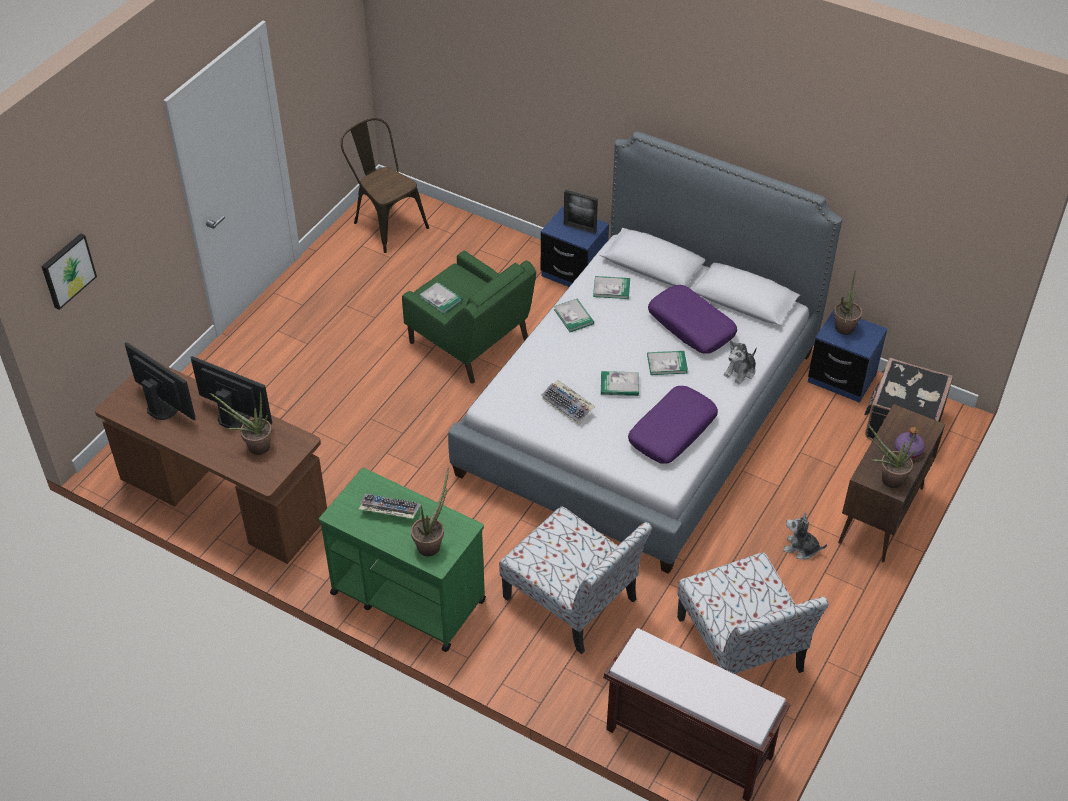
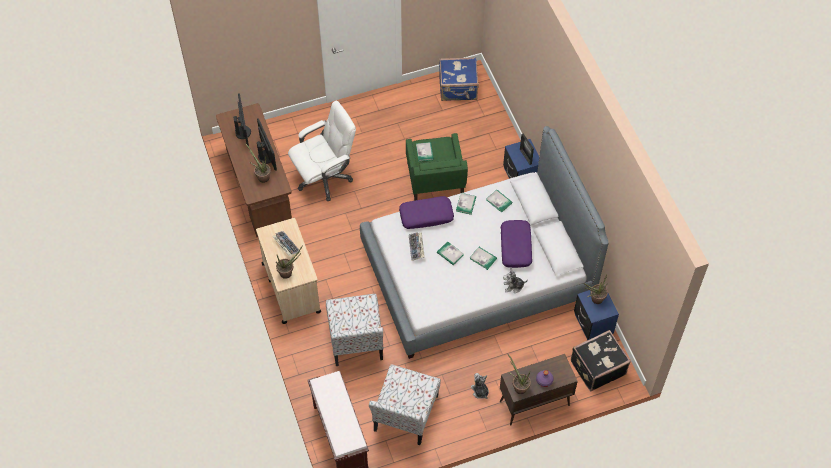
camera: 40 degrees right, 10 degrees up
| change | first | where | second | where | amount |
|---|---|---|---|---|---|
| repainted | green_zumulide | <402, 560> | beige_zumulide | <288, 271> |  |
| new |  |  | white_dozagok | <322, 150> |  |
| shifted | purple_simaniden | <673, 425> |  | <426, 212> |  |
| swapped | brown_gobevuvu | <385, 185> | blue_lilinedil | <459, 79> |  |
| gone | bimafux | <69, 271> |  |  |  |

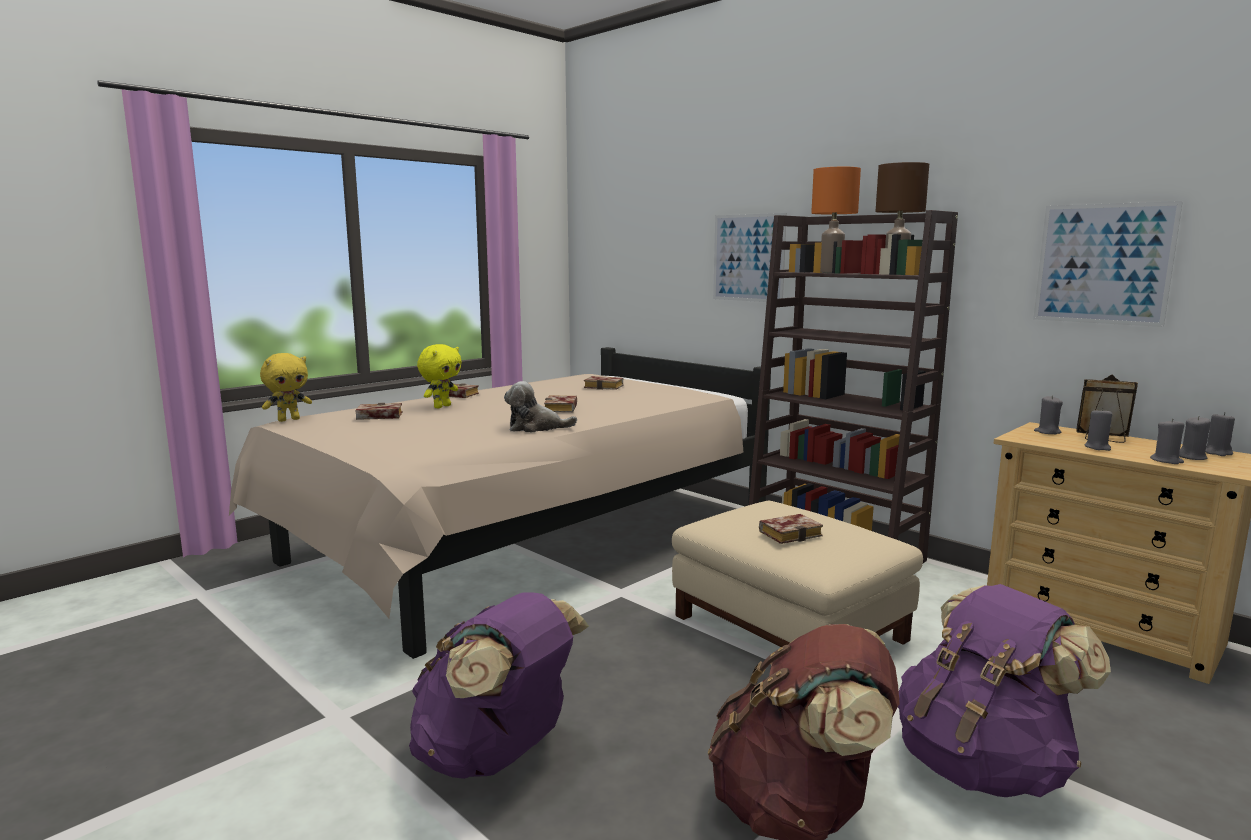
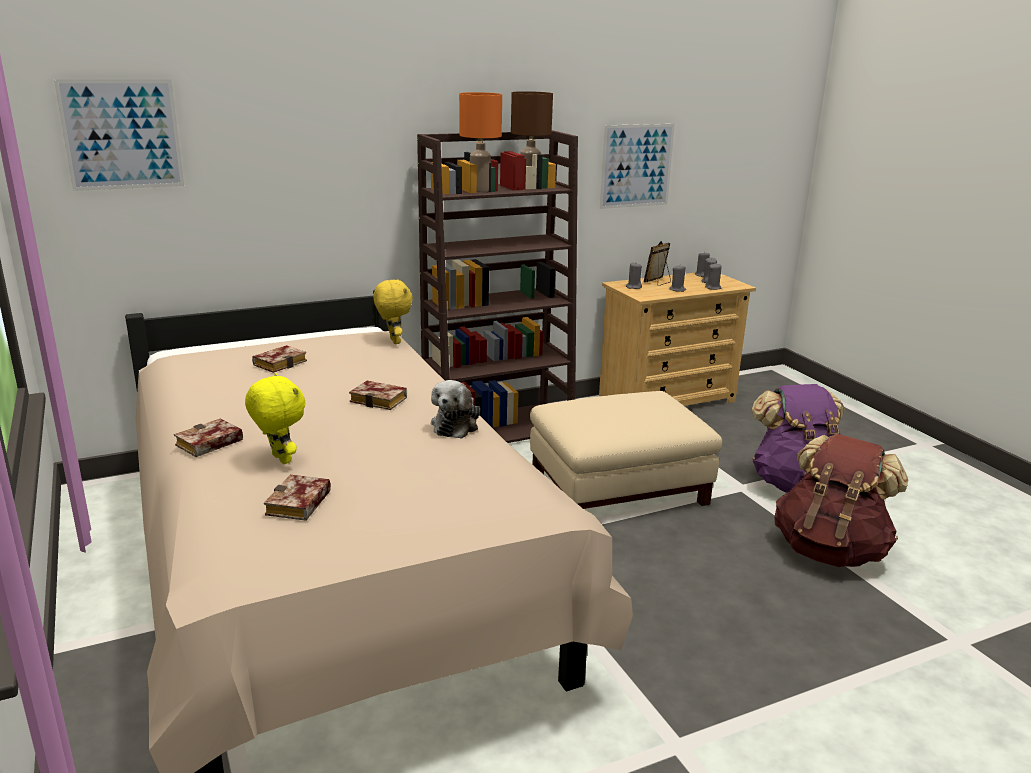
camera: 70 degrees left, 10 degrees up
| change | first | where | second | where | amount |
|---|---|---|---|---|---|
| shifted | bimafux | <750, 257> |  | <119, 135> |  |
| shifted | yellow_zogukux | <286, 387> |  | <393, 311> |  |
| gone | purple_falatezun | <499, 685> |  |  |  |
| gone | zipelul | <791, 529> |  |  |  |

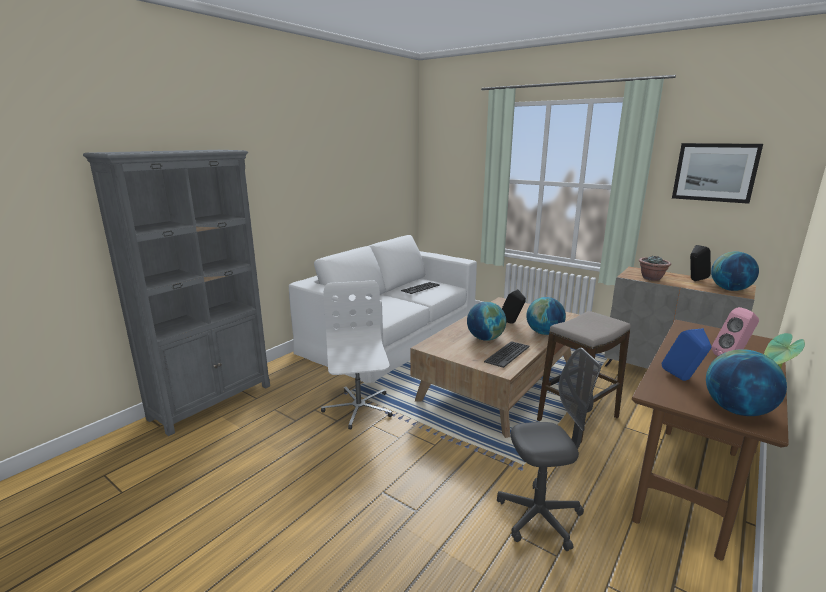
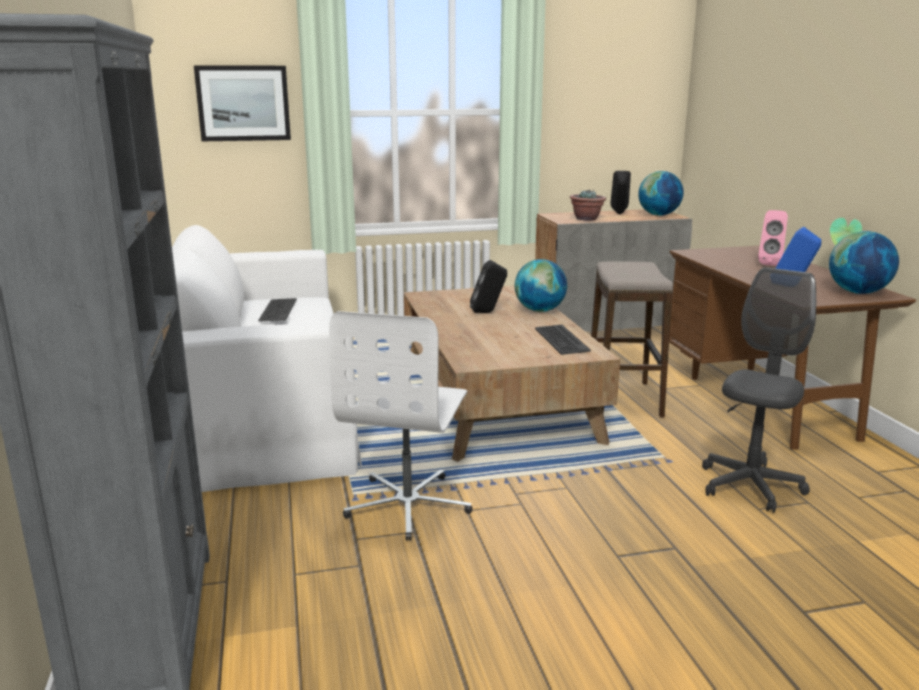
camera: 50 degrees left, 0 degrees up
| change | first | where | second | where | amount |
|---|---|---|---|---|---|
| shifted | bimafux | <717, 173> |  | <242, 103> |  |
| rotated | white_dozagok | <357, 354> |  | <401, 426> | 105 degrees counterclockwise |
| gone | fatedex | <486, 321> |  |  |  |

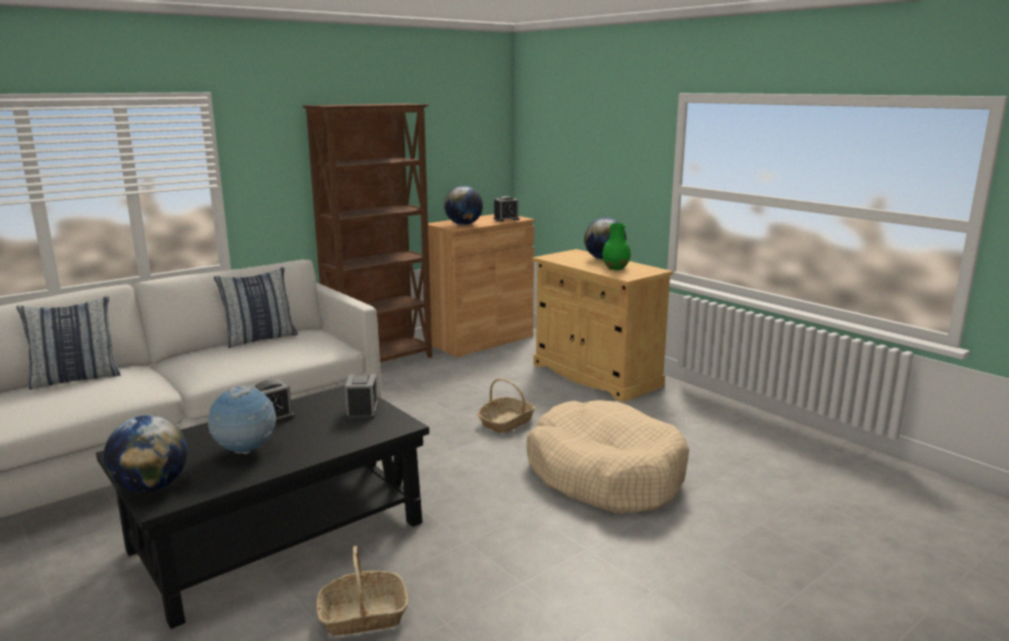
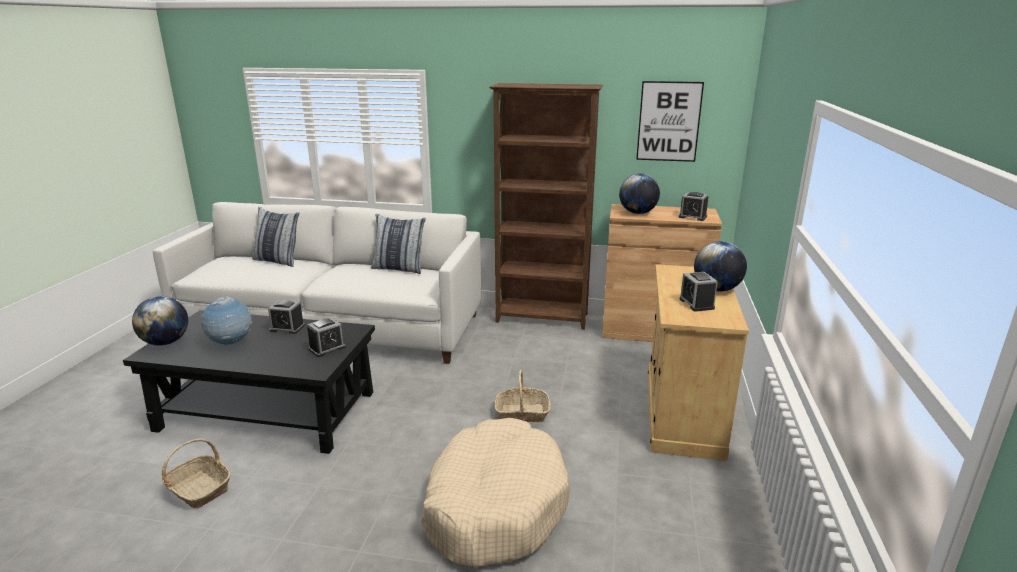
camera: 50 degrees right, 5 degrees up
| change | first | where | second | where | amount |
|---|---|---|---|---|---|
| new |  |  | bimafux | <670, 121> |  |
| swapped | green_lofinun | <616, 246> | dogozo | <699, 291> |  |

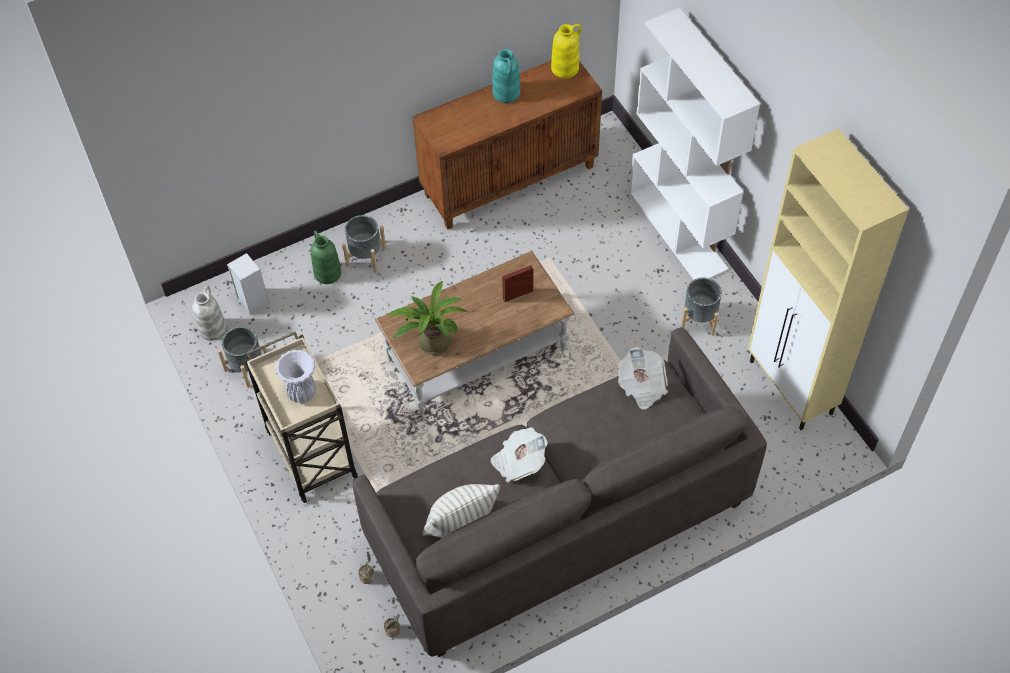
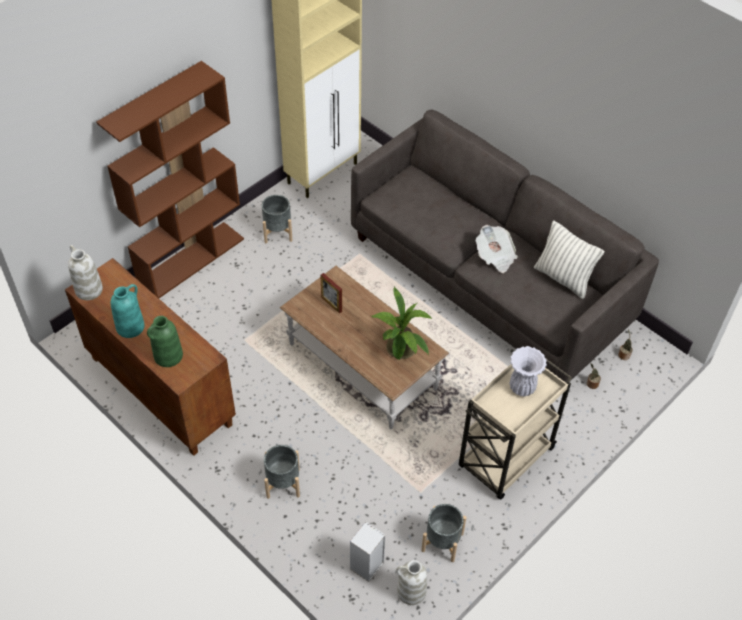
camera: 110 degrees left, 5 degrees down
| change | first | where | second | where | amount |
|---|---|---|---|---|---|
| repainted | yellow_lofinun | <566, 51> | white_lofinun | <85, 272> |  |
| repainted | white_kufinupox | <694, 144> | brown_kufinupox | <170, 179> |  |
| shifted | green_lofinun | <326, 257> |  | <165, 341> |  |
| gone | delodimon | <643, 378> |  |  |  |

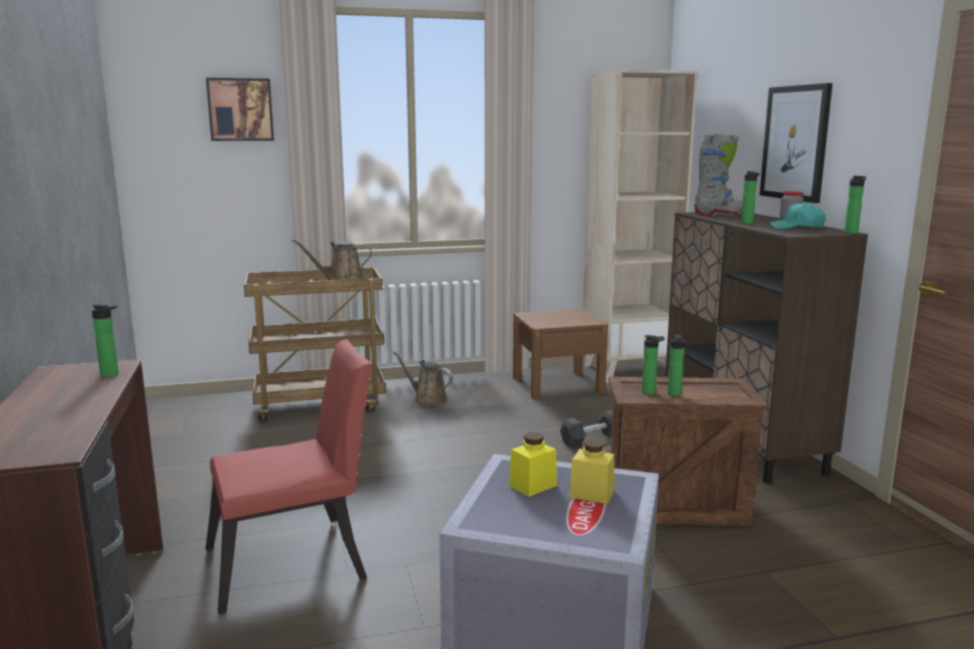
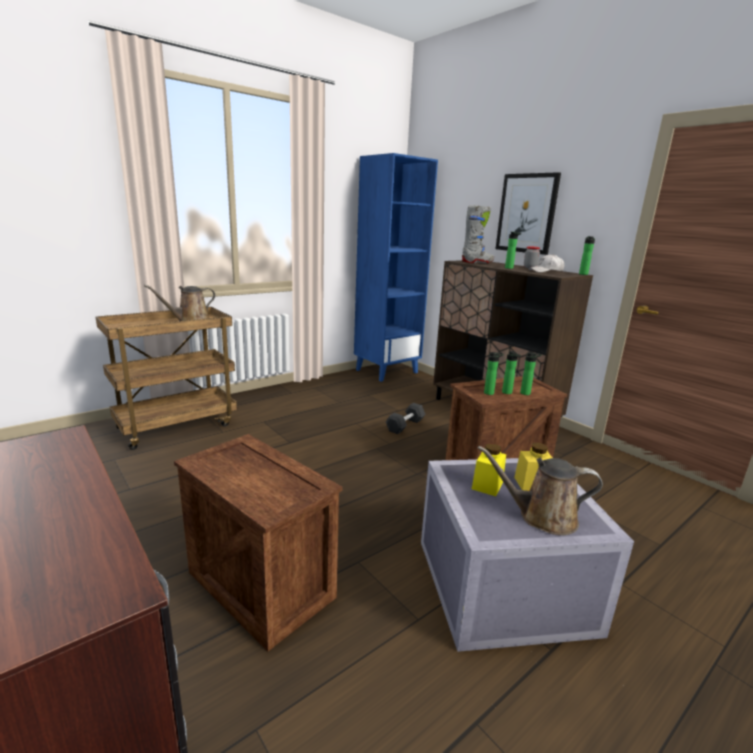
camera: 25 degrees left, 5 degrees up
| change | first | where | second | where | amount |
|---|---|---|---|---|---|
| swapped | red_gobevuvu | <289, 476> | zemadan | <258, 542> |  |
| repainted | beige_kufinupox | <640, 226> | blue_kufinupox | <396, 267> |  |
| shifted | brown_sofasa | <423, 378> |  | <540, 490> |  |
| shifted | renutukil | <105, 340> |  | <530, 373> |  |
| repainted | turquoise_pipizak | <797, 215> | white_pipizak | <546, 263> |  |
| gone | bimafux | <240, 109> |  |  |  |
| gone | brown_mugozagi | <560, 354> |  |  |  |

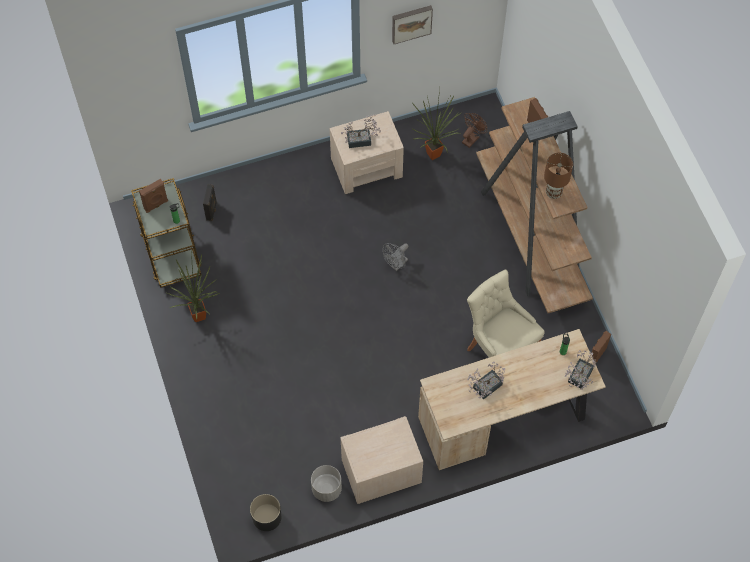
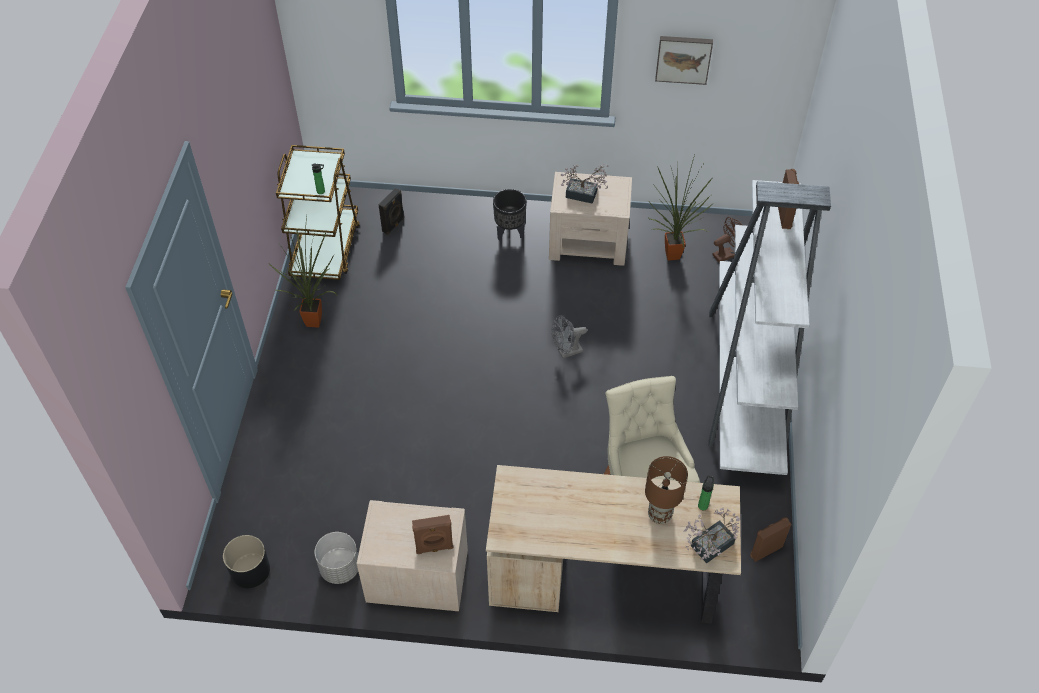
camera: 25 degrees right, 10 degrees down
| change | first | where | second | where | amount |
|---|---|---|---|---|---|
| shifted | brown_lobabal | <153, 196> |  | <433, 534> |  |
| new |  |  | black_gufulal | <510, 215> |  |
| shifted | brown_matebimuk | <558, 176> |  | <666, 490> |  |
| repainted | brown_kufinupox | <534, 205> | white_kufinupox | <770, 327> |  |
| gone | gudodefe | <486, 380> |  |  |  |

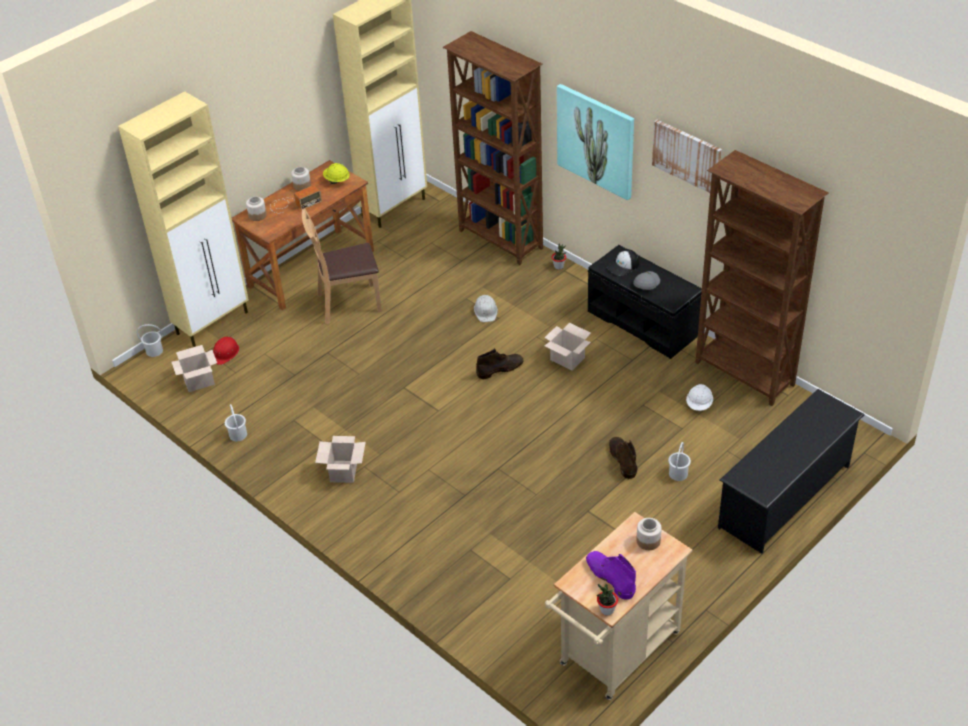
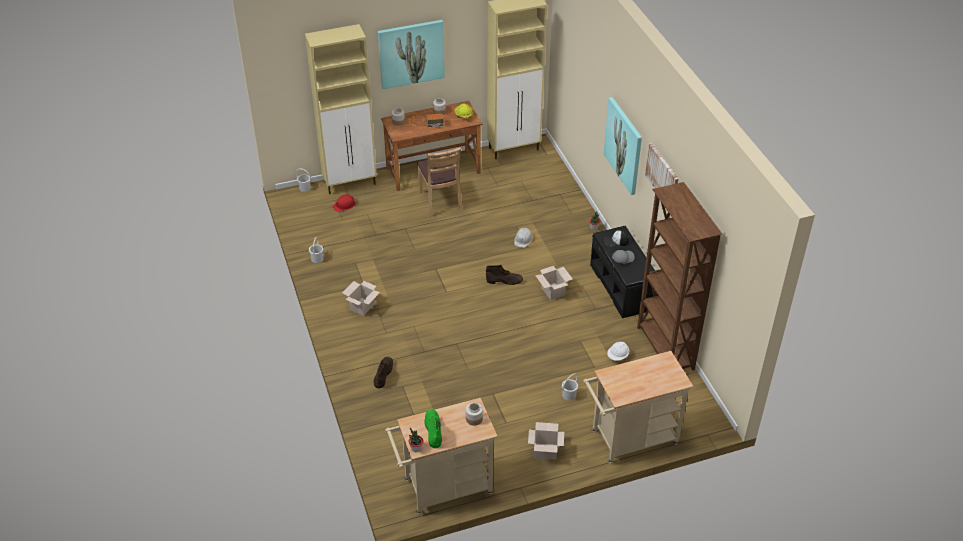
camera: 25 degrees right, 0 degrees up
| change | first | where | second | where | amount |
|---|---|---|---|---|---|
| shifted | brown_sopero | <623, 458> |  | <383, 372> |  |
| new |  |  | bimafux | <411, 54> |  |
| rotated | brown_gobevuvu | <342, 266> |  | <440, 182> | 120 degrees counterclockwise |
| repainted | purple_sopero | <611, 575> | green_sopero | <433, 429> |  |
| shifted | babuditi | <194, 368> |  | <546, 441> |  |
| swapped | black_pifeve | <791, 471> | beige_zumulide | <638, 407> |  |
| gone | brown_kufinupox | <492, 148> |  |  |  |

